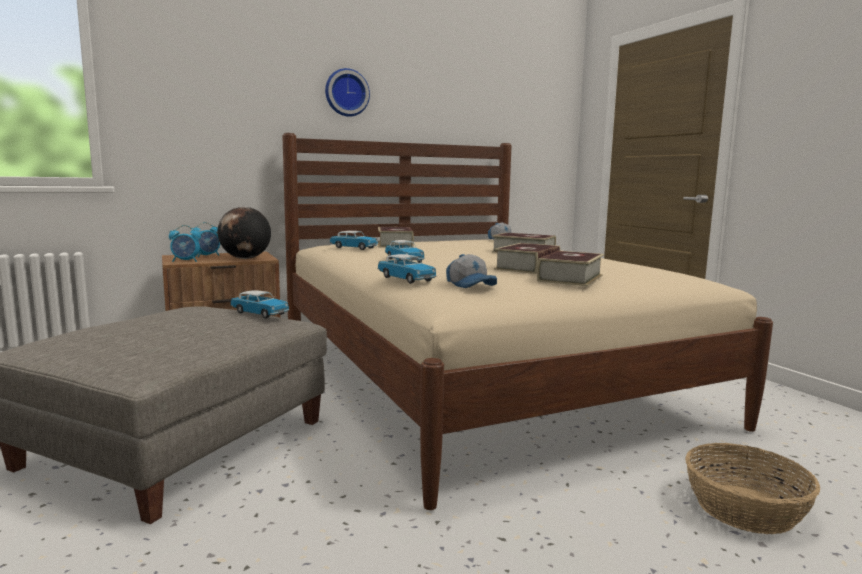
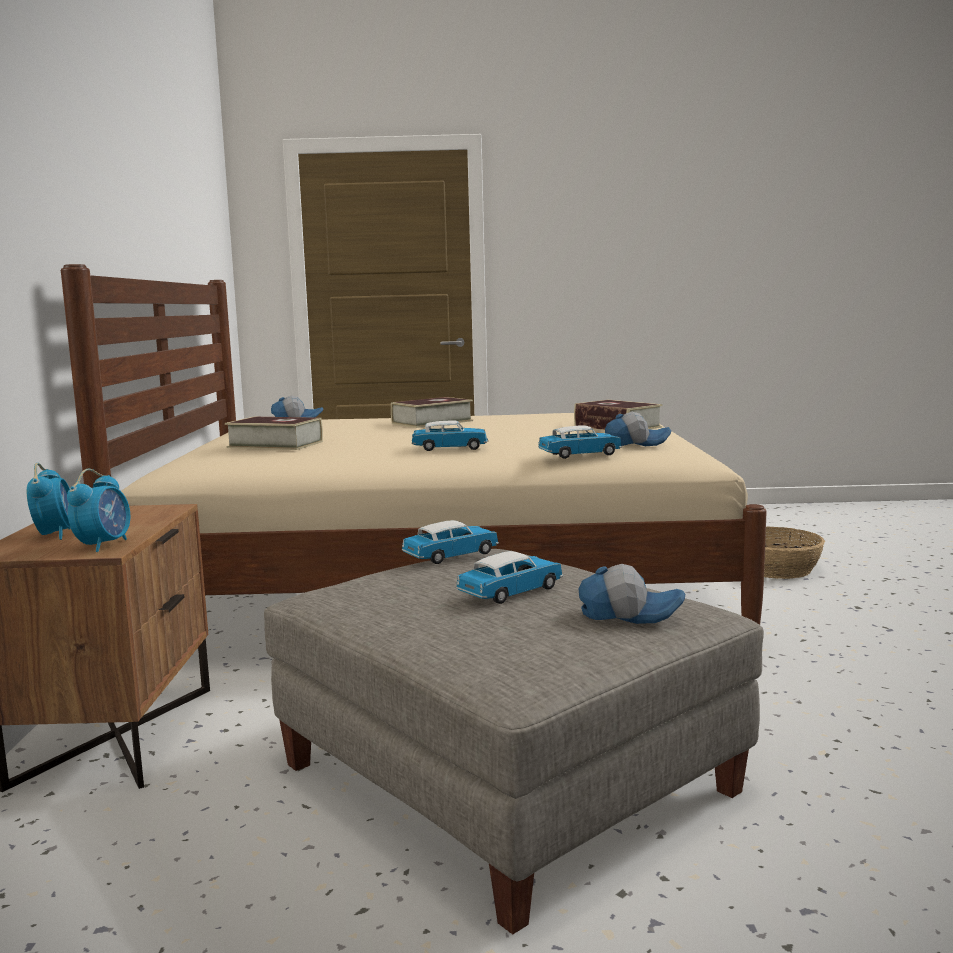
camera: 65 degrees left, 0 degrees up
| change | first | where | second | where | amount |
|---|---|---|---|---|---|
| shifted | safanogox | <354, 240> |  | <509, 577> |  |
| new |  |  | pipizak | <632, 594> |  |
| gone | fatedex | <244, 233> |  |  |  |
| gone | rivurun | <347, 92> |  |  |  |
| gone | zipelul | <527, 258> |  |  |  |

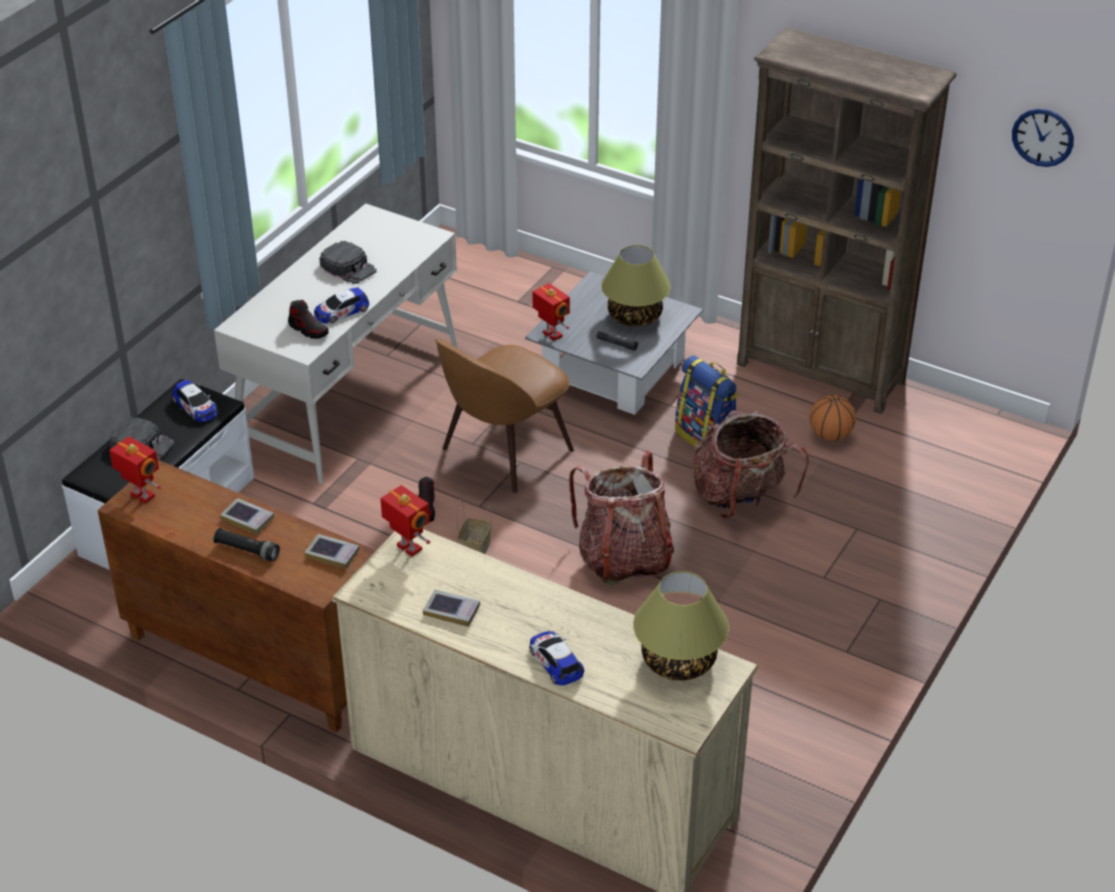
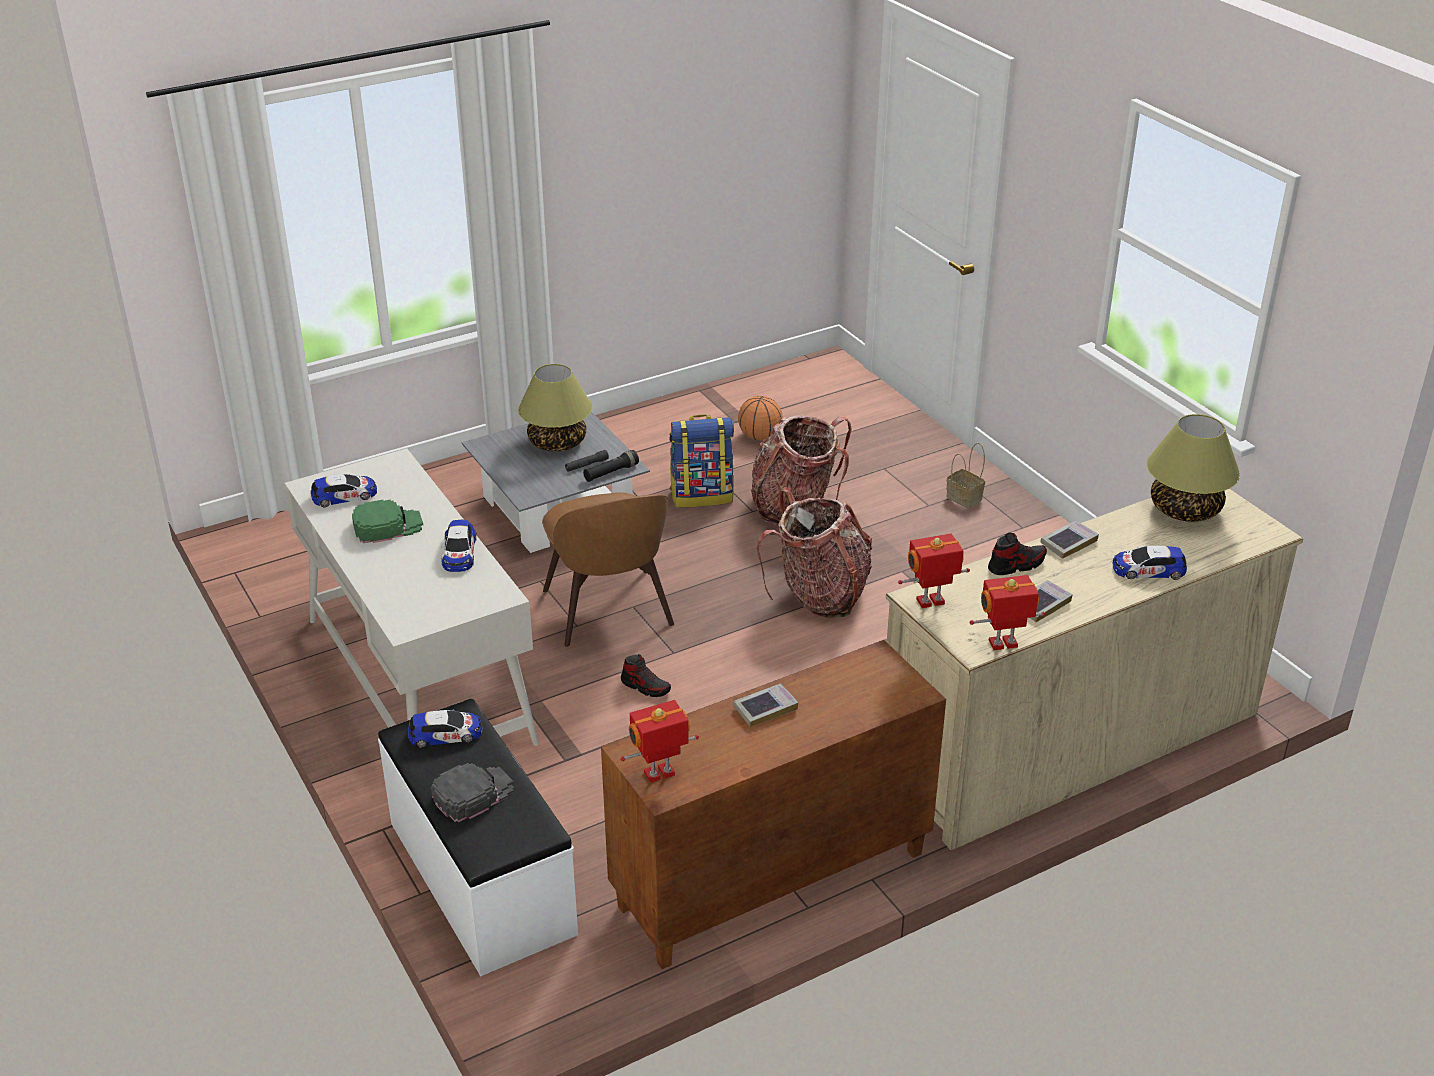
camera: 60 degrees left, 5 degrees down
| change | first | where | second | where | amount |
|---|---|---|---|---|---|
| new |  |  | safanogox | <344, 491> |  |
| repainted | black_pipizak | <348, 262> | green_pipizak | <387, 521> |  |
| shifted | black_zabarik | <246, 544> |  | <611, 466> |  |
| shifted | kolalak | <474, 526> |  | <966, 475> |  |
| shifted | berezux | <551, 312> |  | <1007, 612> |  |
| shifted | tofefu | <308, 319> |  | <1017, 554> |  |
| shifted | zipelul | <332, 551> |  | <1069, 540> |  |
| gone | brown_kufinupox | <847, 220> |  |  |  |
| gone | rivurun | <1043, 138> |  |  |  |

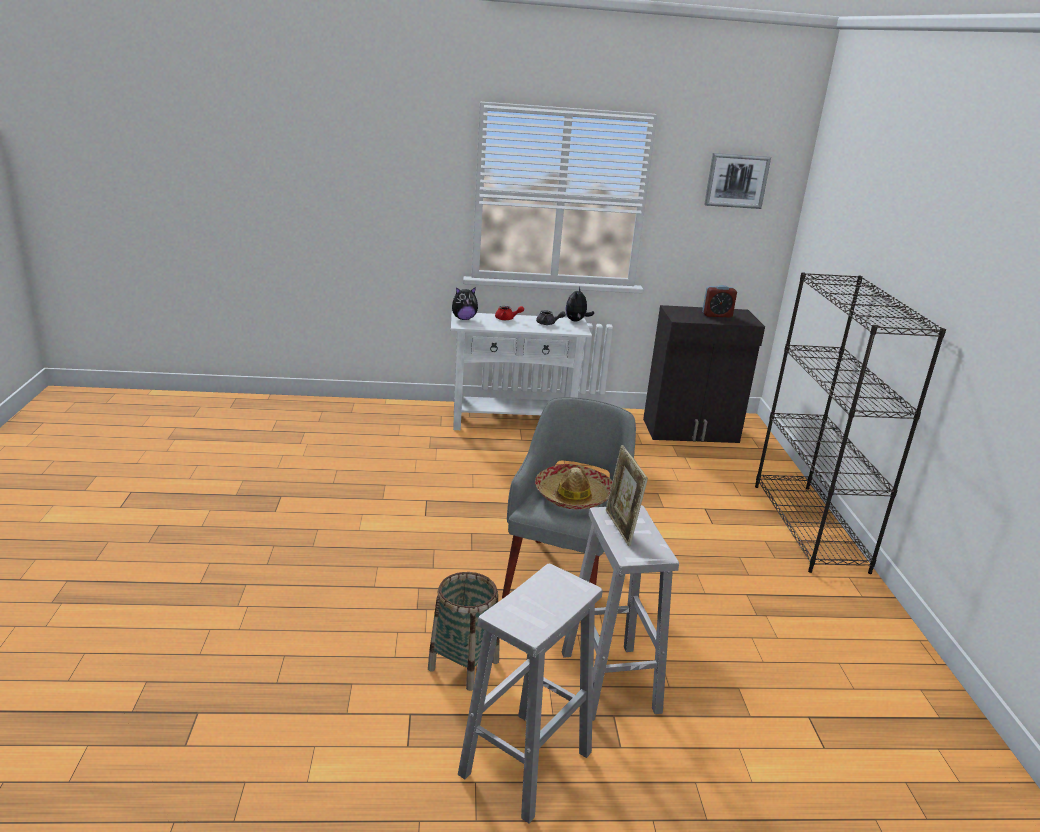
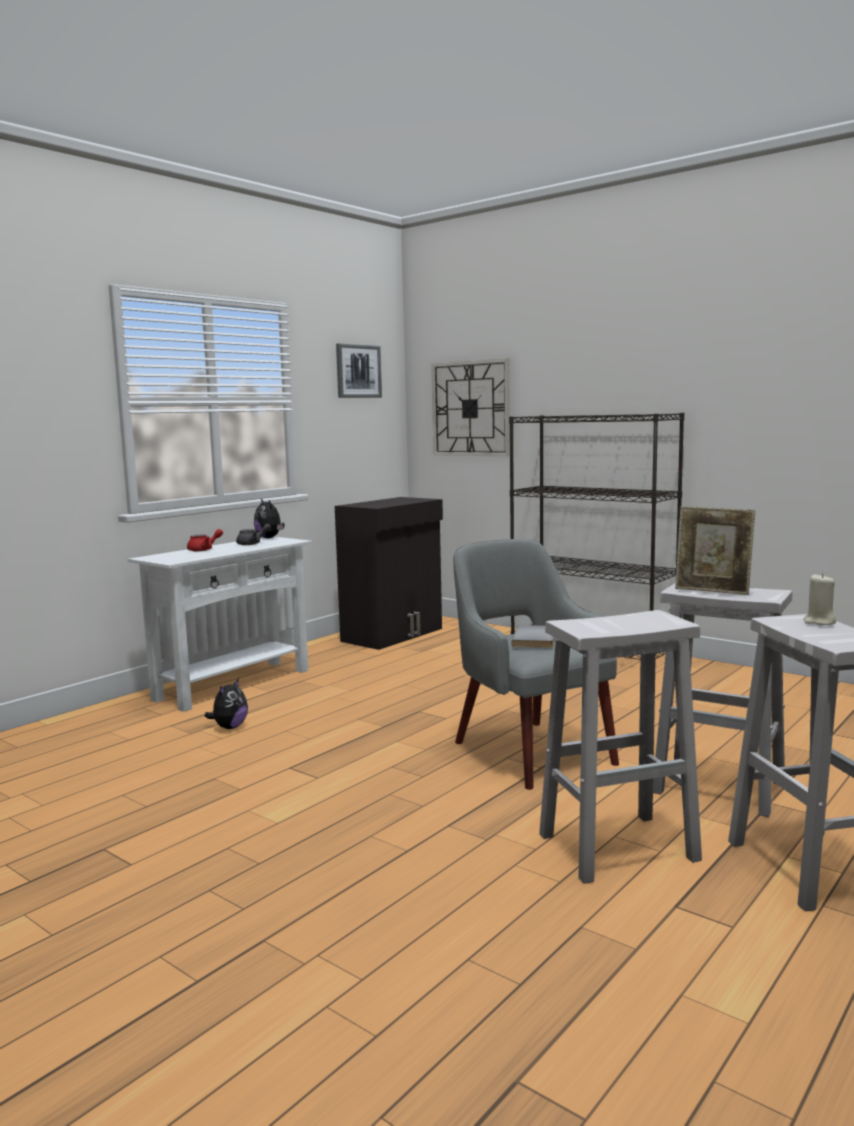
camera: 45 degrees left, 15 degrees down
| change | first | where | second | where | amount |
|---|---|---|---|---|---|
| shifted | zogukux | <465, 303> |  | <226, 703> |  |
| new |  |  | rivurun | <470, 407> |  |
| swapped | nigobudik | <573, 486> | grey_zipelul | <533, 636> |  |
| swapped | kolalak | <463, 631> | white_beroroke | <620, 747> |  |
| new |  |  | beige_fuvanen | <819, 599> |  |
| gone | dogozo | <719, 301> |  |  |  |

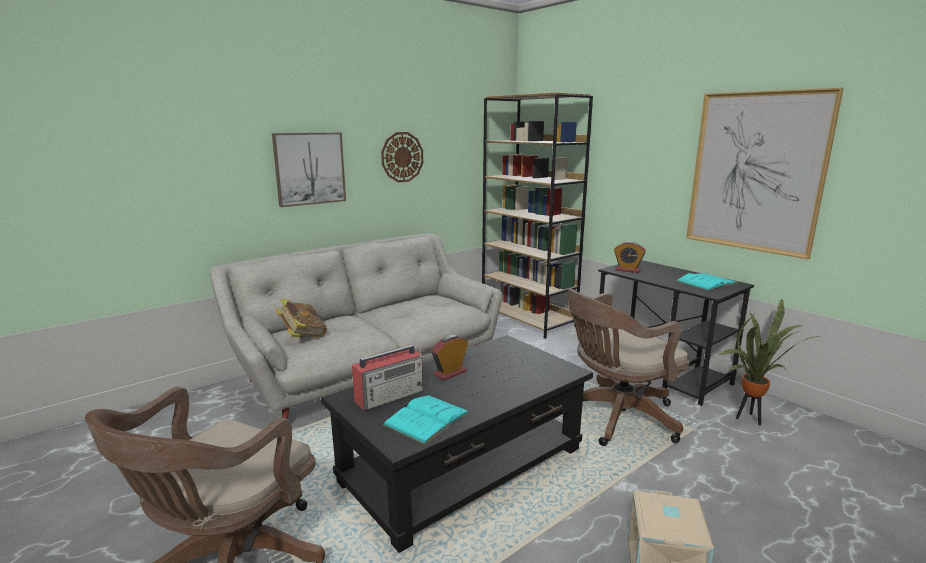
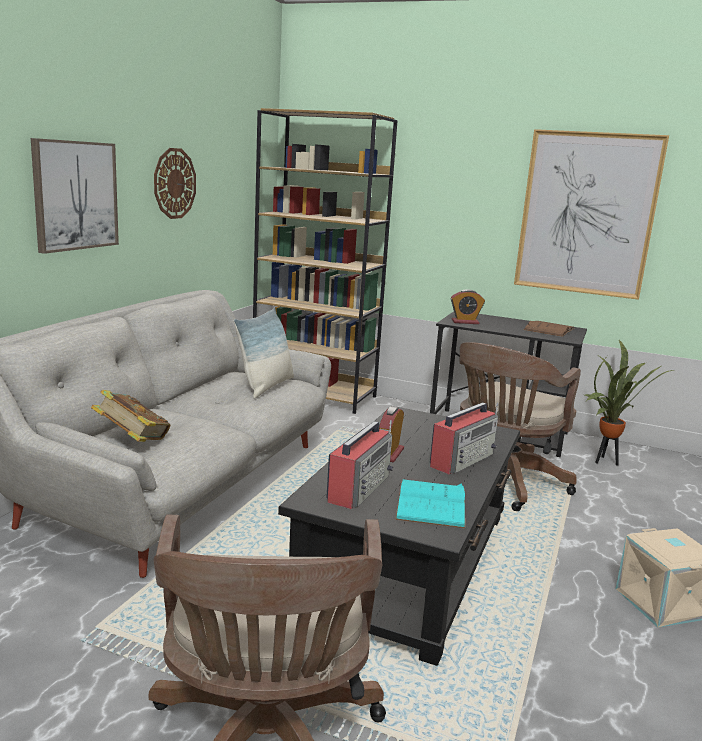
camera: 30 degrees left, 0 degrees up
| change | first | where | second | where | amount |
|---|---|---|---|---|---|
| new |  |  | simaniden | <263, 353> |  |
| new |  |  | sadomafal | <464, 438> |  |
| repainted | turquoise_zipelul | <707, 282> | brown_zipelul | <549, 329> |  |

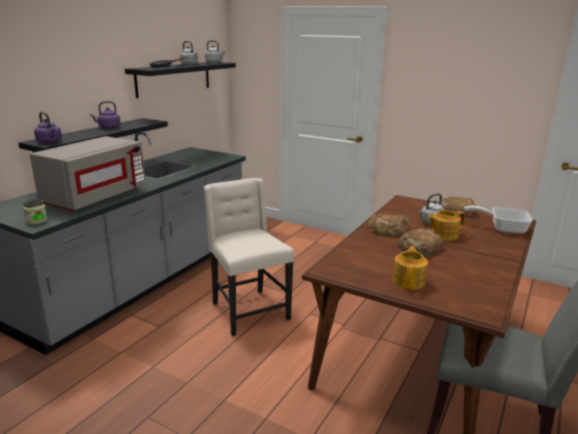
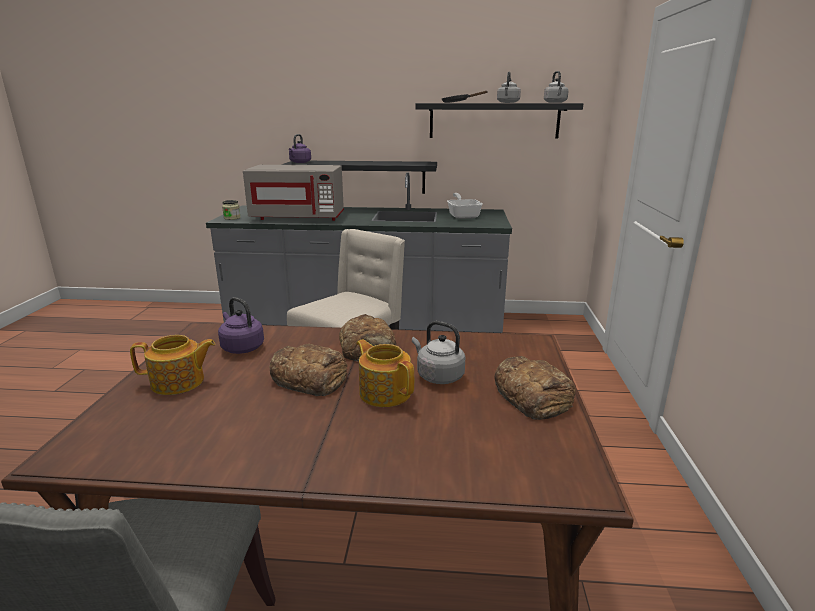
camera: 65 degrees right, 0 degrees up
| change | first | where | second | where | amount |
|---|---|---|---|---|---|
| shifted | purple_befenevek | <105, 115> |  | <241, 325> |  |
| shifted | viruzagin | <498, 220> |  | <464, 206> |  |

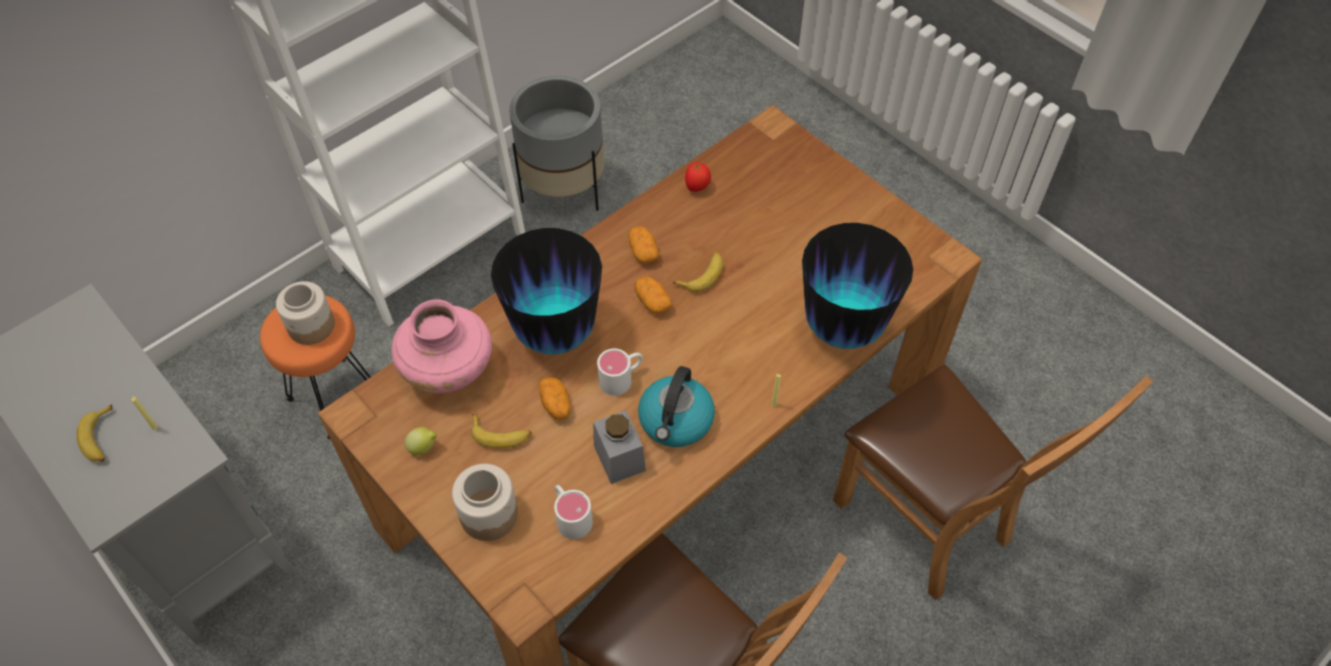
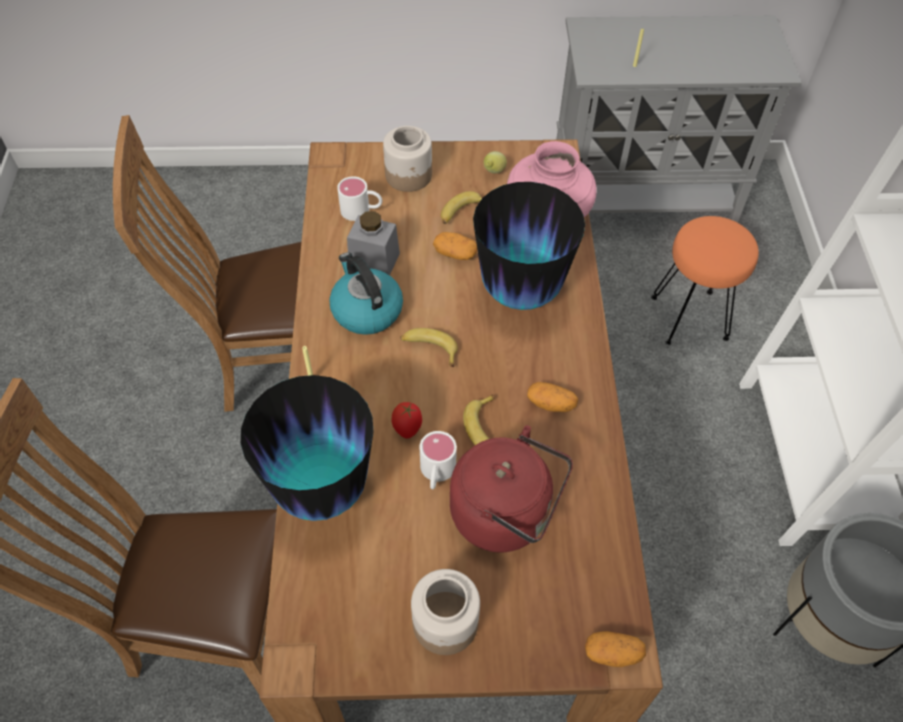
camera: 130 degrees right, 0 degrees up
| change | first | where | second | where | amount |
|---|---|---|---|---|---|
| shifted | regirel | <698, 177> |  | <407, 420> |  |
| shifted | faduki | <95, 433> |  | <429, 347> |  |
| shifted | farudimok | <305, 313> |  | <445, 612> |  |
| shifted | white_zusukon | <620, 372> |  | <438, 460> |  |
| new |  |  | red_befenevek | <511, 489> |  |
| shifted | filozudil | <653, 295> |  | <615, 649> |  |

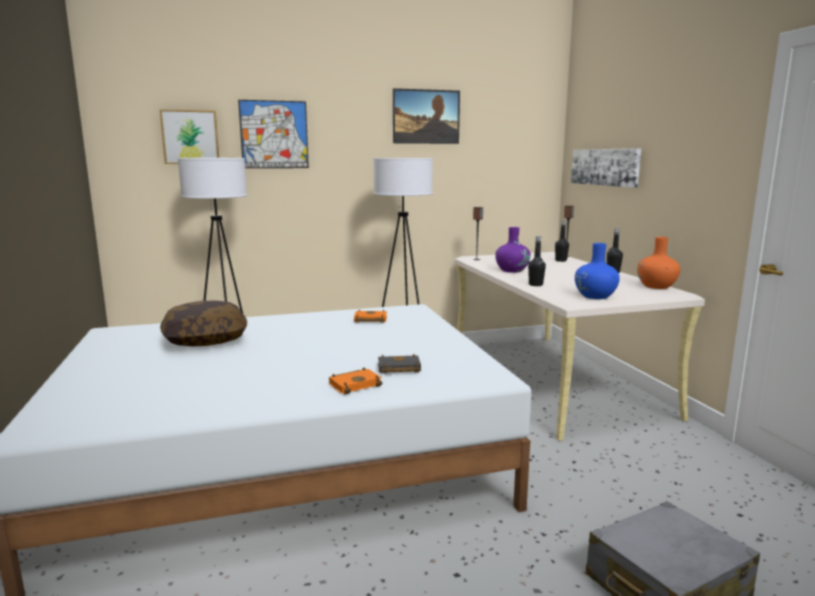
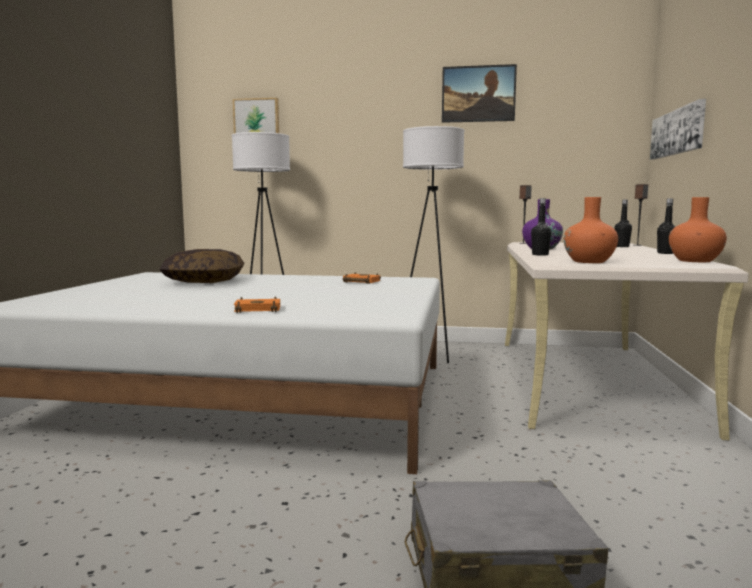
camera: 25 degrees right, 5 degrees down
| change | first | where | second | where | amount |
|---|---|---|---|---|---|
| repainted | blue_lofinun | <597, 271> | orange_lofinun | <591, 230> |  |
| gone | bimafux | <273, 134> |  |  |  |
| gone | black_zipelul | <399, 364> |  |  |  |

